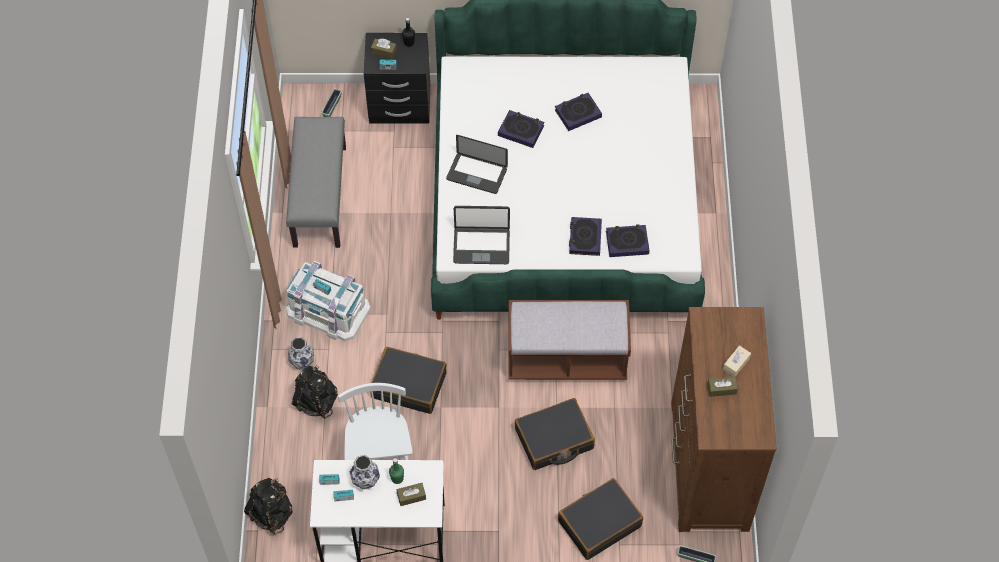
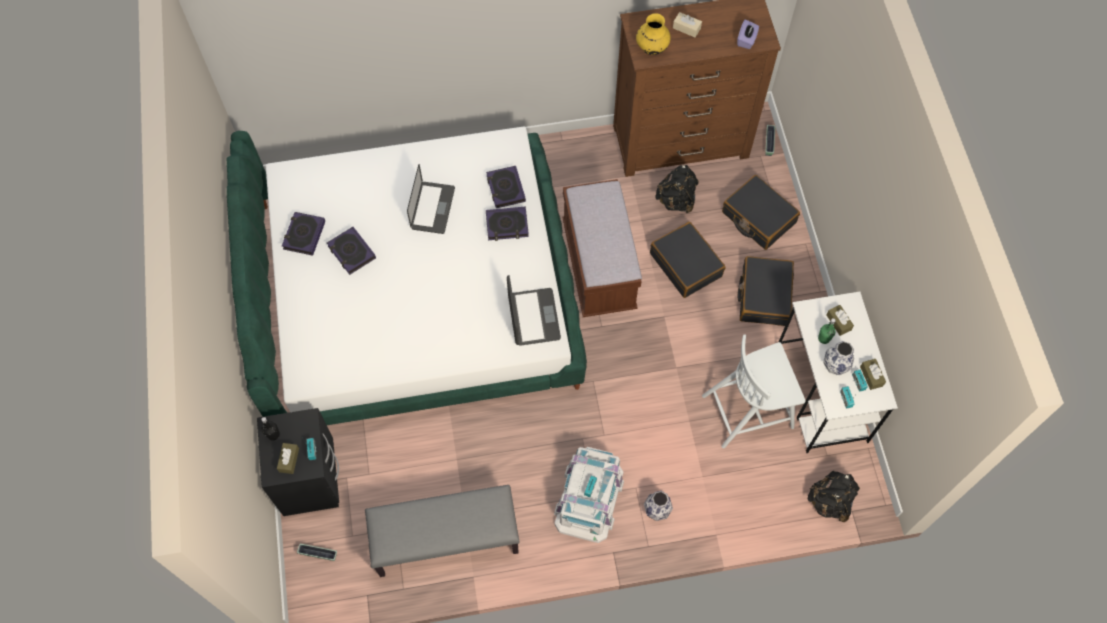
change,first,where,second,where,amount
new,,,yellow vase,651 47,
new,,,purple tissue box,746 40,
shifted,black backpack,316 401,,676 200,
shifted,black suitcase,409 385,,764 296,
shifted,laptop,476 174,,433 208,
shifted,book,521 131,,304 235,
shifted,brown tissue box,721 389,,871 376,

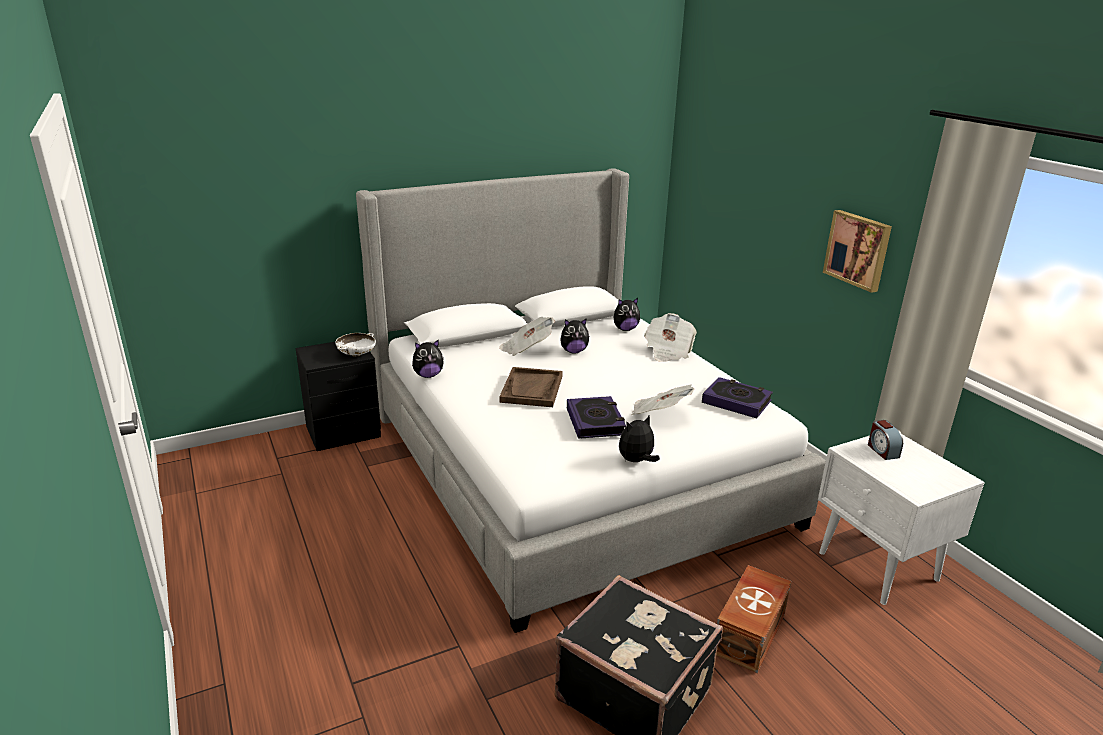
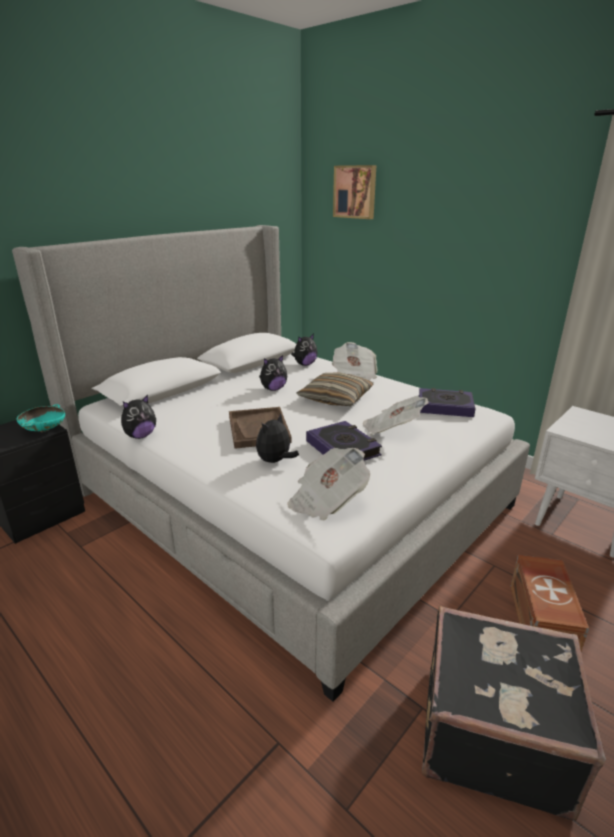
change,first,where,second,where,amount
gone,alarm clock,882 450,,,
new,,,pillow,336 398,
shifted,newspaper,526 349,,327 500,
shifted,plush toy,636 461,,275 461,
shifted,picture,858 250,,355 192,
repainted,white bowl,357 354,turquoise bowl,44 429,

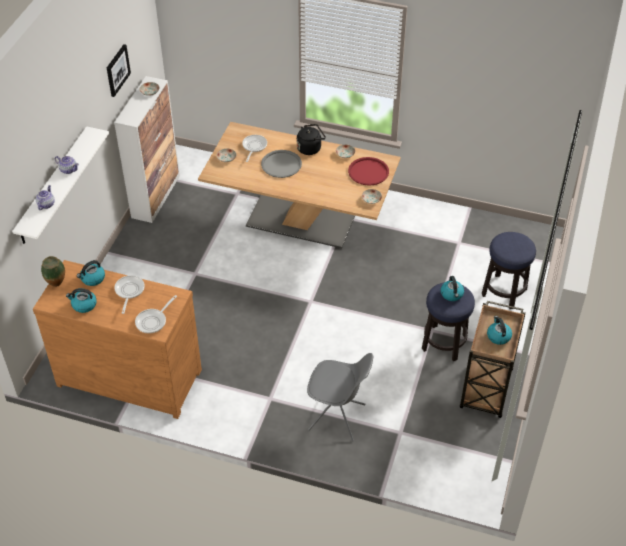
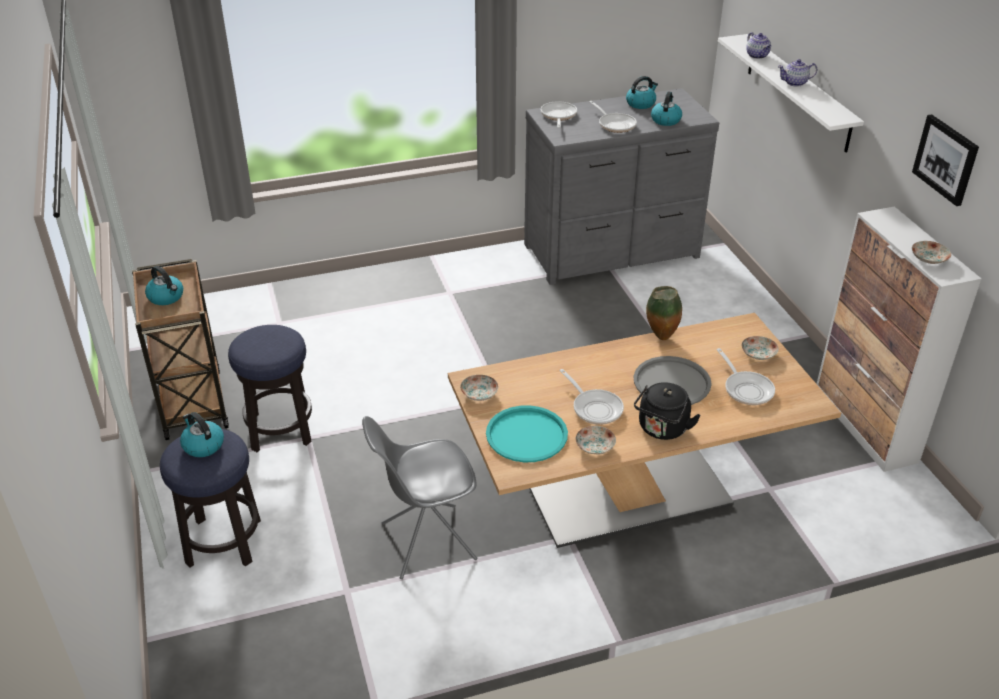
change,first,where,second,where,amount
new,,,frying pan,595 408,
shifted,vase,57 285,,660 337,
shifted,grey chair,338 418,,426 541,
shifted,kettle,452 294,,203 445,
repainted,brown dresser,130 375,grey dresser,613 252,
repainted,red tray,368 172,turquoise tray,526 435,

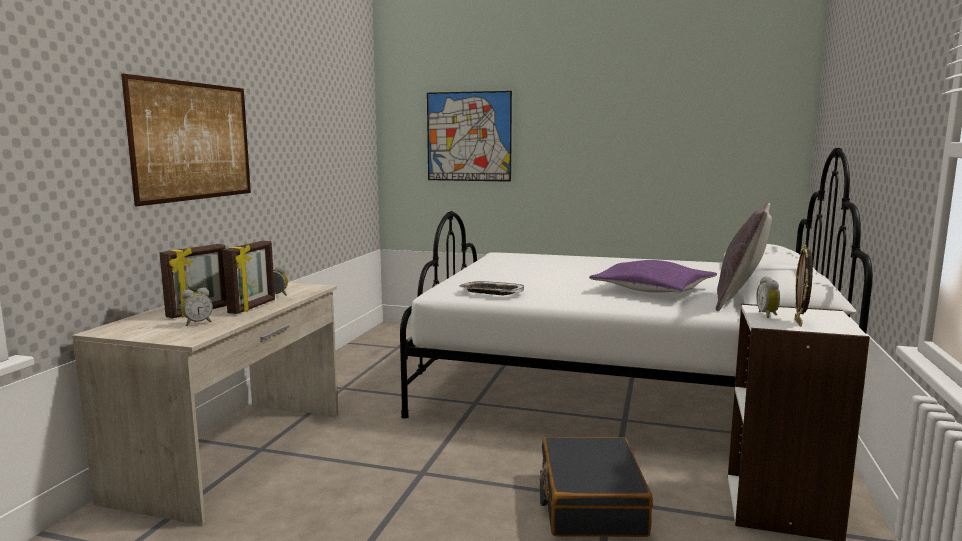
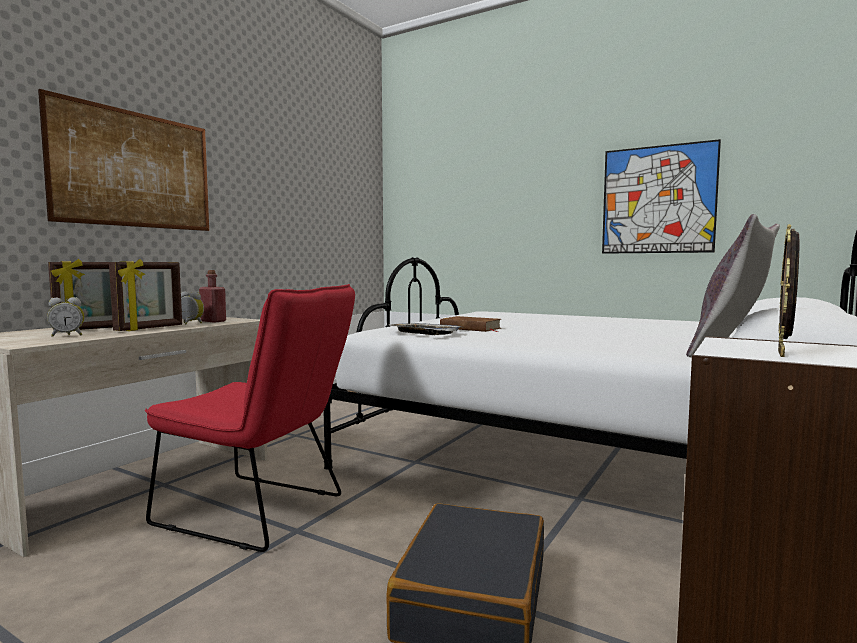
change,first,where,second,where,amount
gone,purple pillow,653 290,,,
gone,alarm clock,768 315,,,
new,,,red chair,260 512,
new,,,red bottle,213 321,
new,,,brown book,470 328,
shifted,picture,469 136,,658 200,

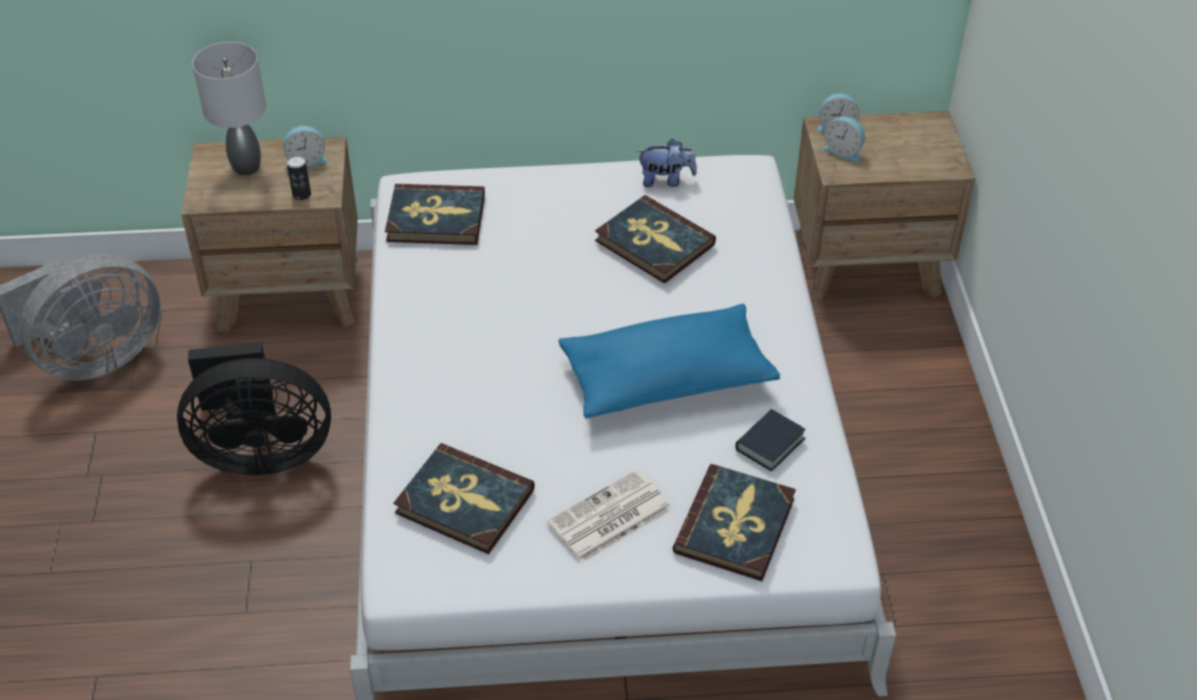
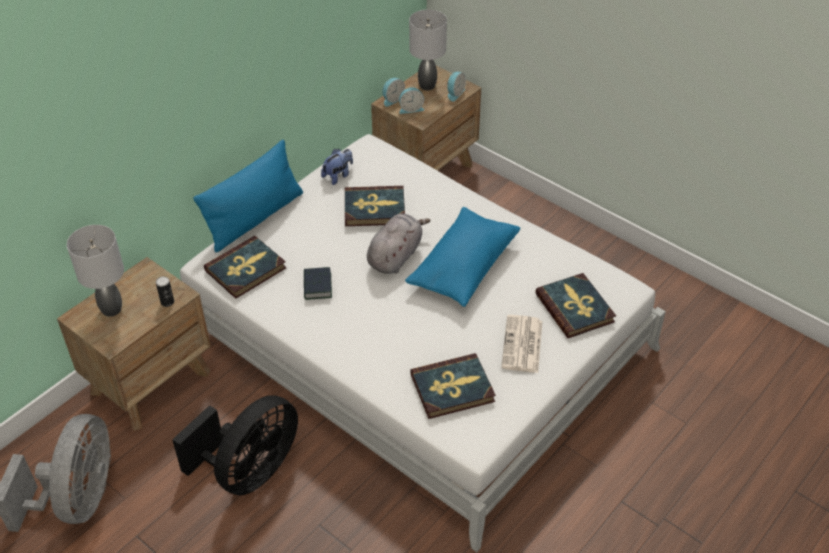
change,first,where,second,where,amount
new,,,blue pillow,255 218,
new,,,grey plush toy,395 256,
new,,,grey table lamp,427 85,
shifted,alarm clock,306 160,,454 93,
shifted,book,769 444,,317 286,

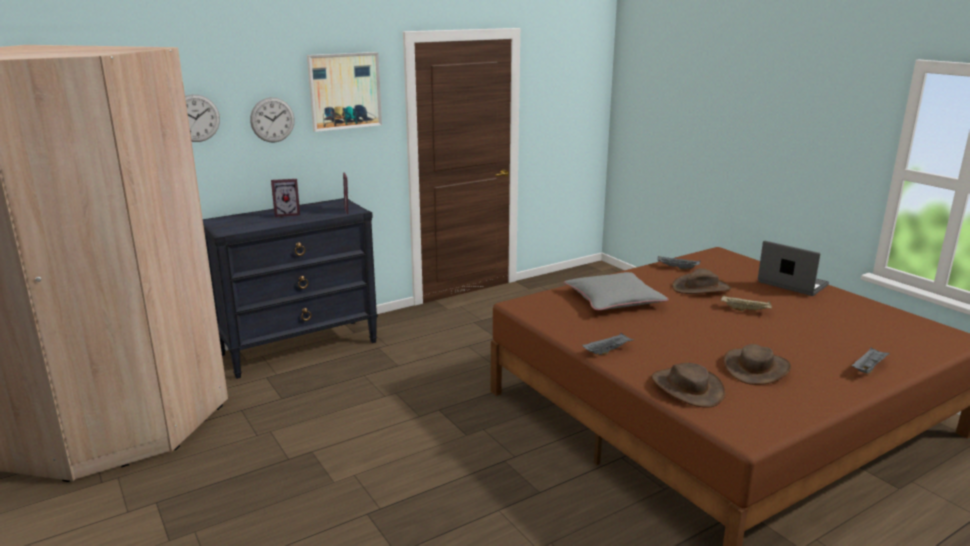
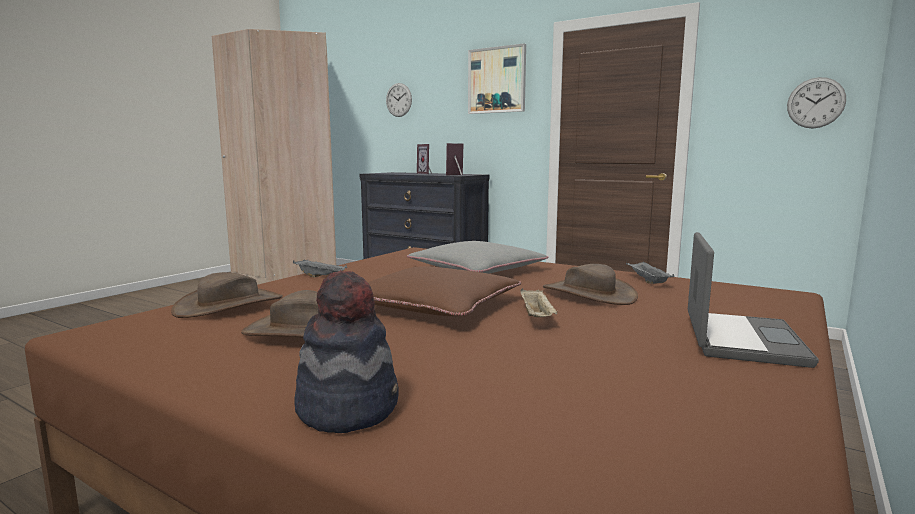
change,first,where,second,where,amount
new,,,brown pillow,434 305,
shifted,wall clock,272 120,,815 103,
swapped,grey tray,868 368,hat,348 408,

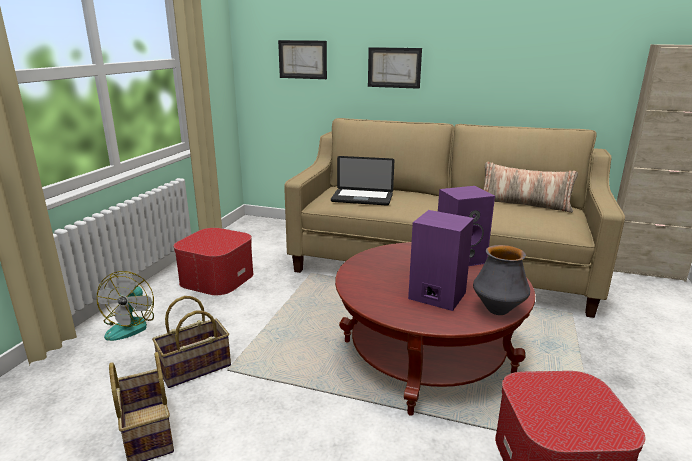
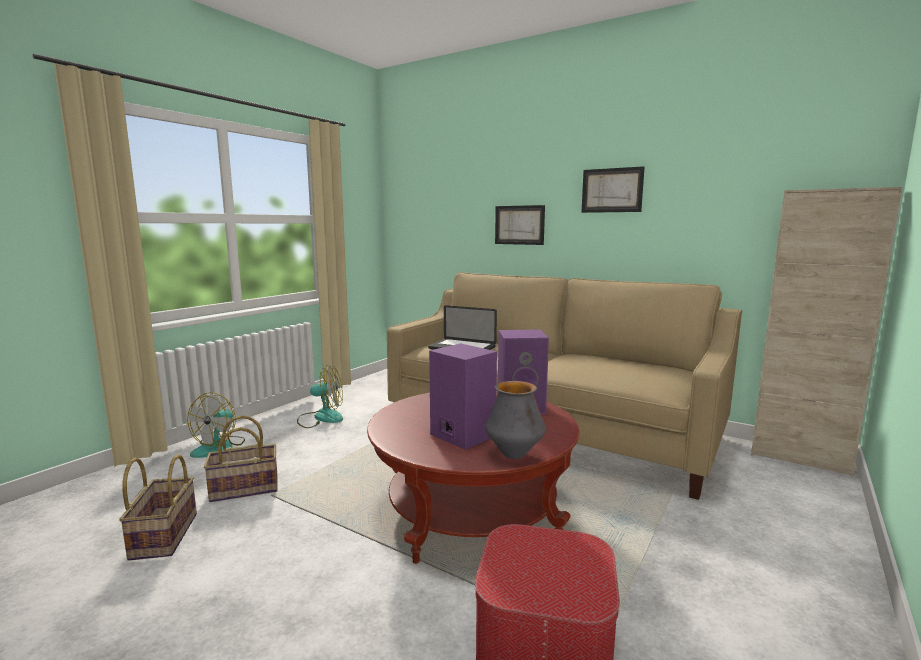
change,first,where,second,where,amount
gone,pillow,524 204,,,
shifted,picture,302 59,,612 190,
swapped,ottoman,217 278,fan,321 418,

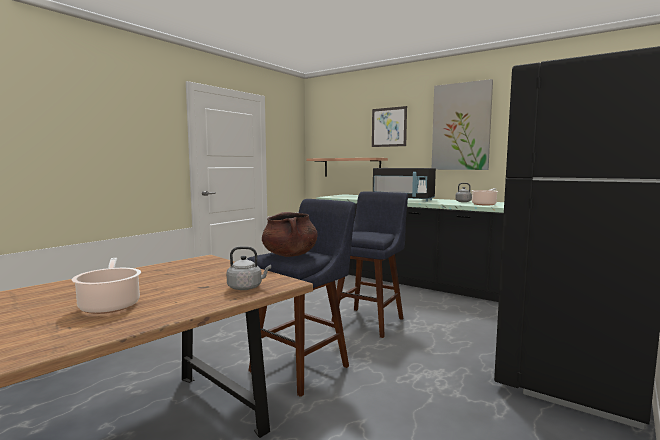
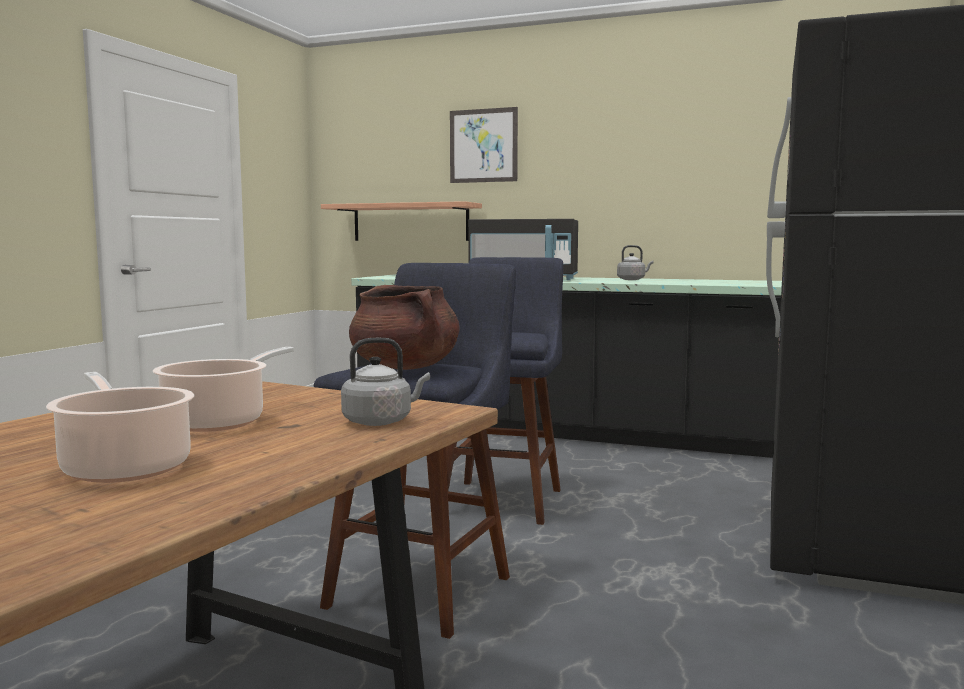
change,first,where,second,where,amount
gone,picture,461 127,,,
shifted,cooking pot,484 204,,219 421,

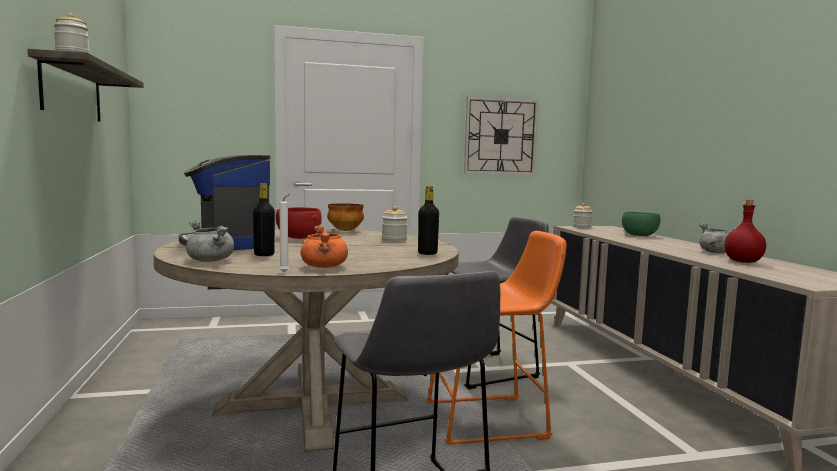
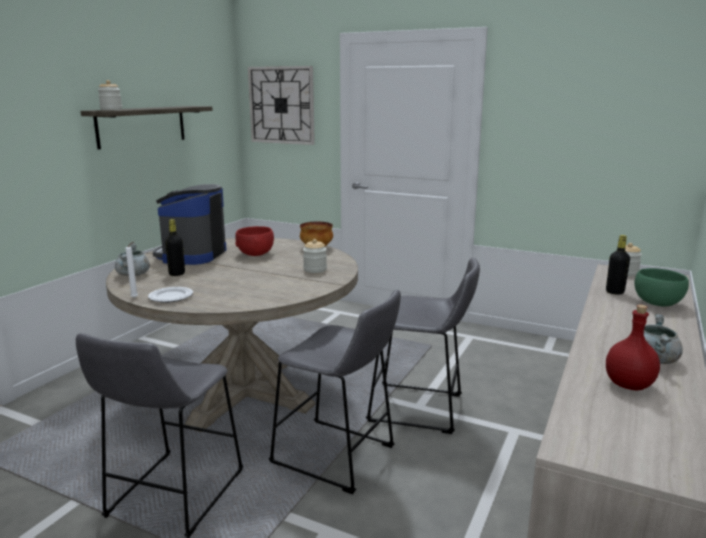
change,first,where,second,where,amount
shifted,black bottle,427 253,,614 292,
shifted,wall clock,500 136,,281 105,
swapped,orange cooking pot,324 267,plate,171 297,
repainted,orange stool,493 420,grey stool,338 457,

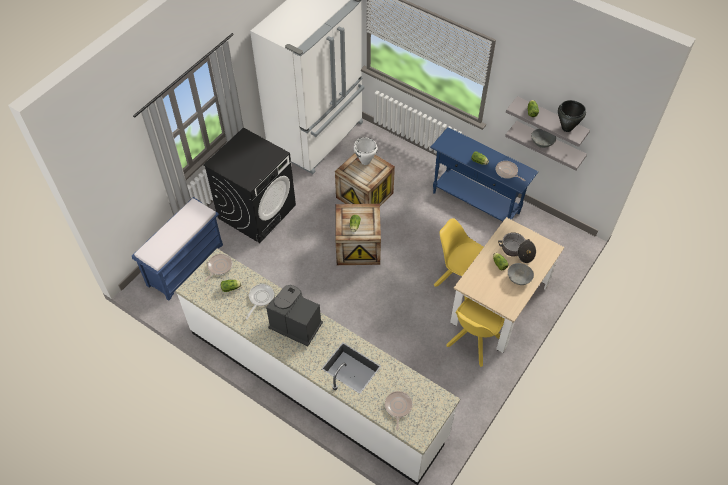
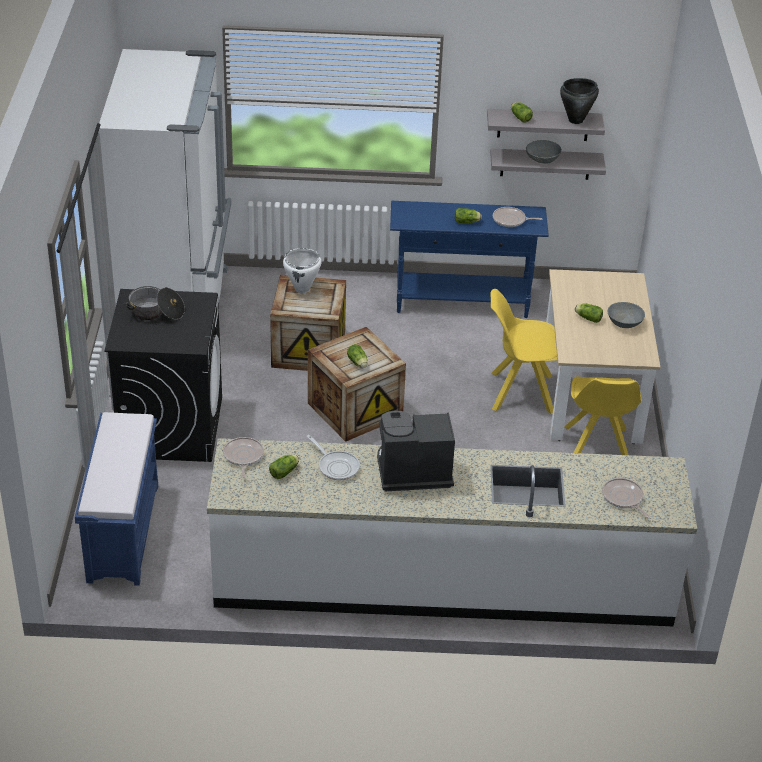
change,first,where,second,where,amount
shifted,cooking pot,517 251,,156 312,
rotated,frying pan,260 298,,336 466,150 degrees clockwise

